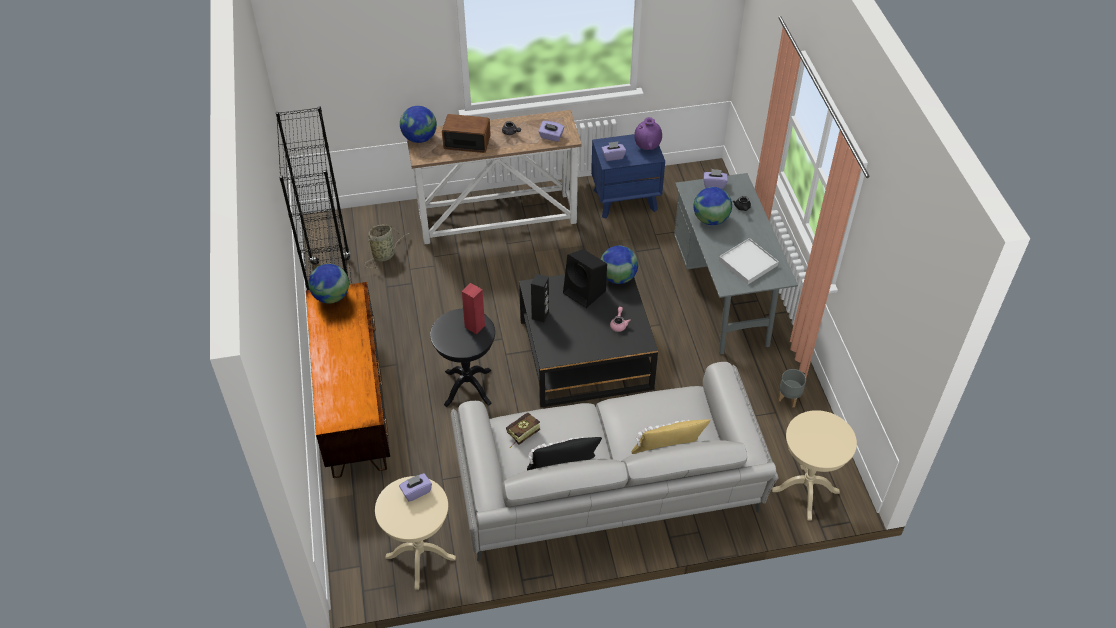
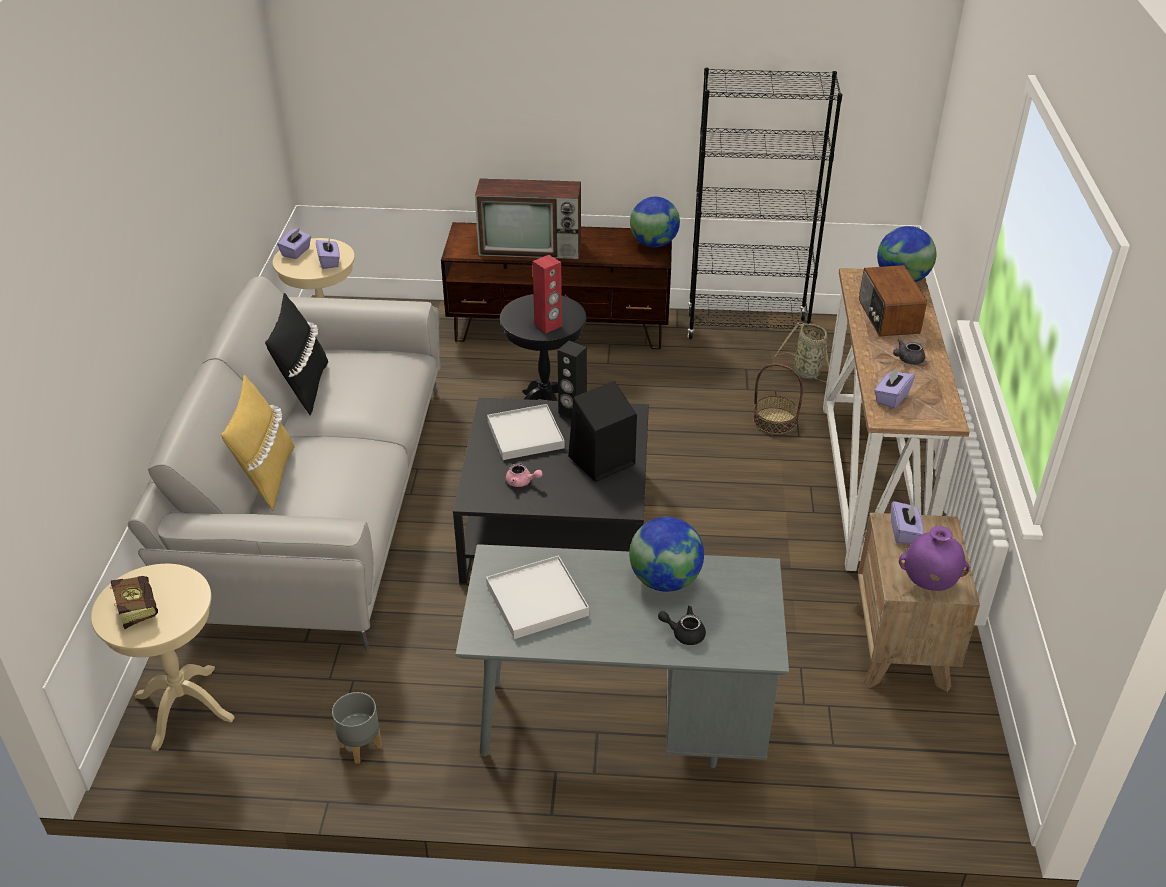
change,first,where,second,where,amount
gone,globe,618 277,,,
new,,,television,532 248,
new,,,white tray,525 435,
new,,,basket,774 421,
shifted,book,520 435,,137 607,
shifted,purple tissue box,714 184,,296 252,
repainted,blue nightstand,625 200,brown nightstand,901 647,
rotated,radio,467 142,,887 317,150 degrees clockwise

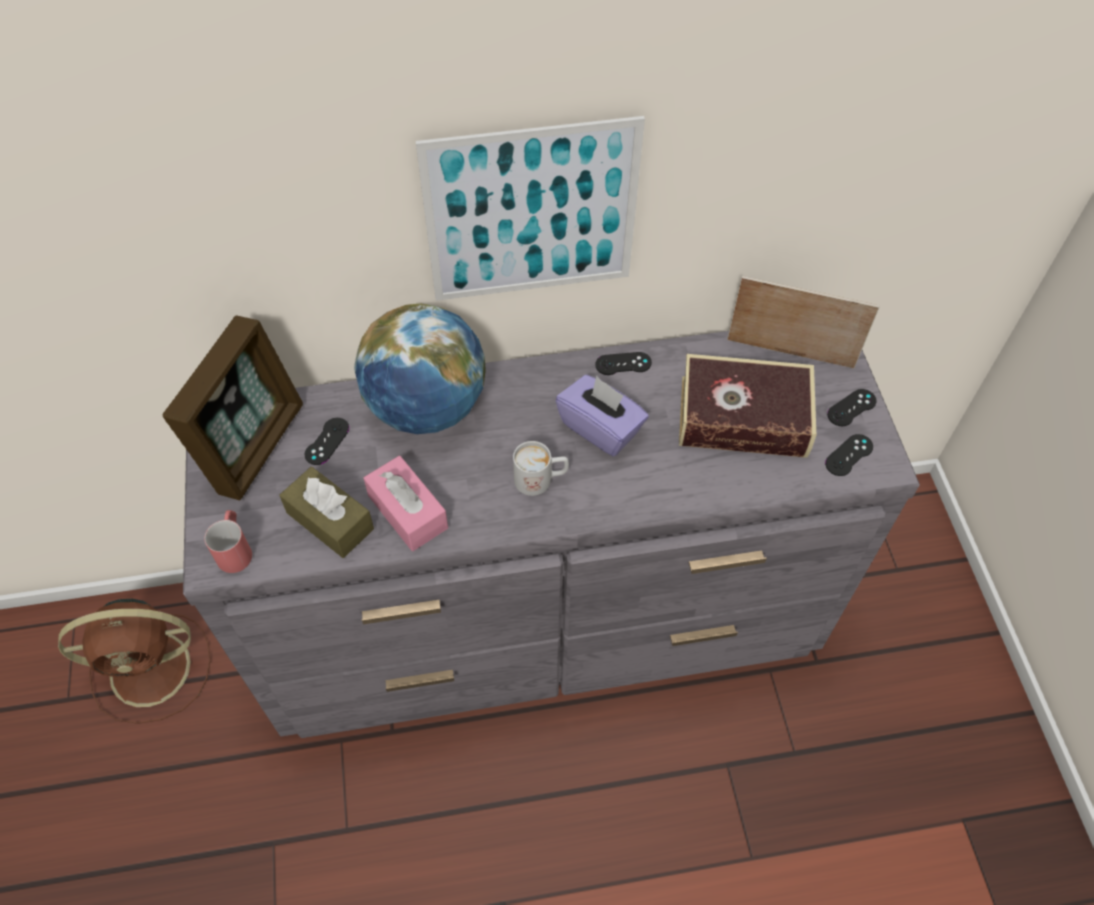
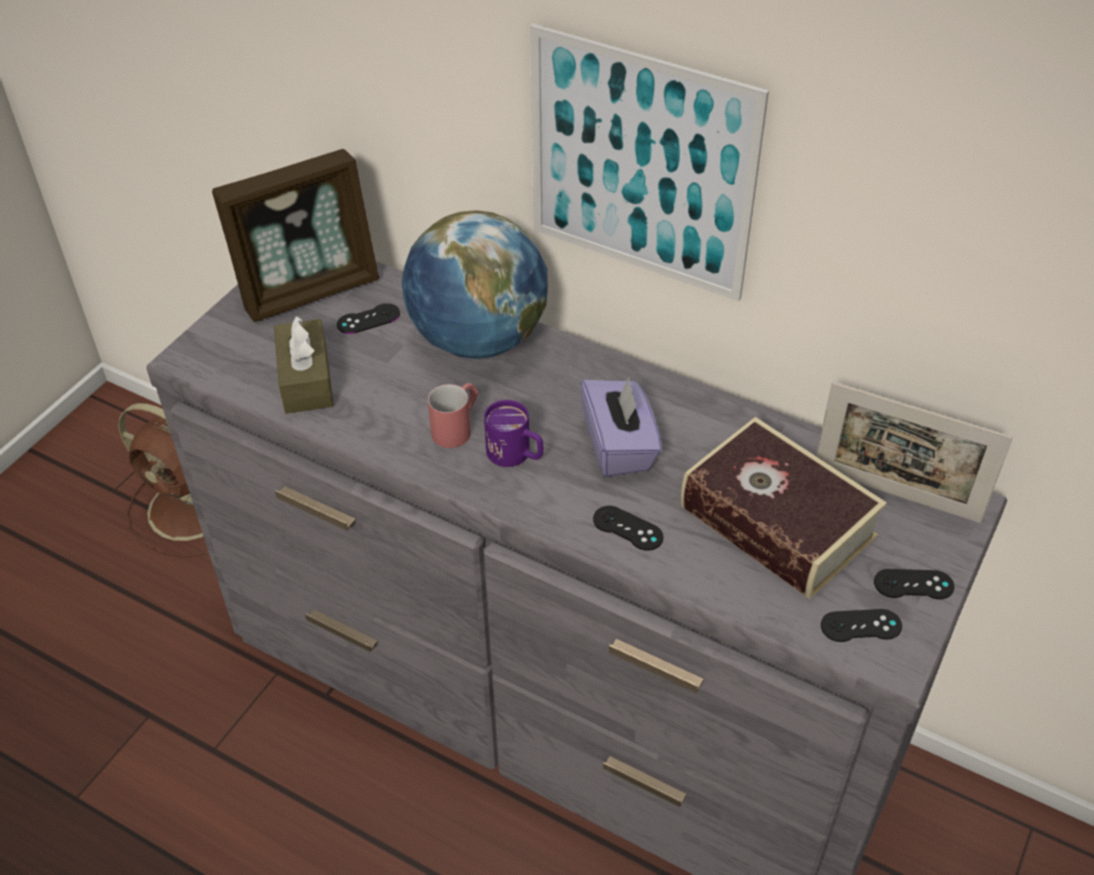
change,first,where,second,where,amount
gone,pink tissue box,407 512,,,
shifted,red mug,235 548,,457 427,
shifted,black game controller,623 364,,627 528,
repainted,white mug,541 479,purple mug,516 455,
rotated,picture frame,790 353,,895 494,150 degrees clockwise

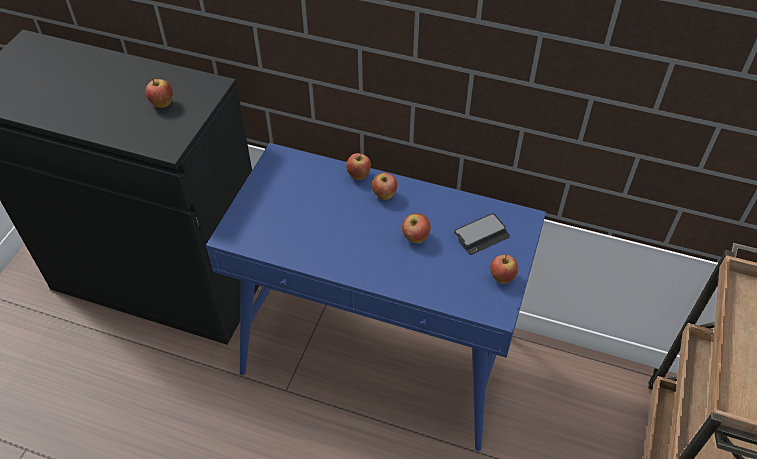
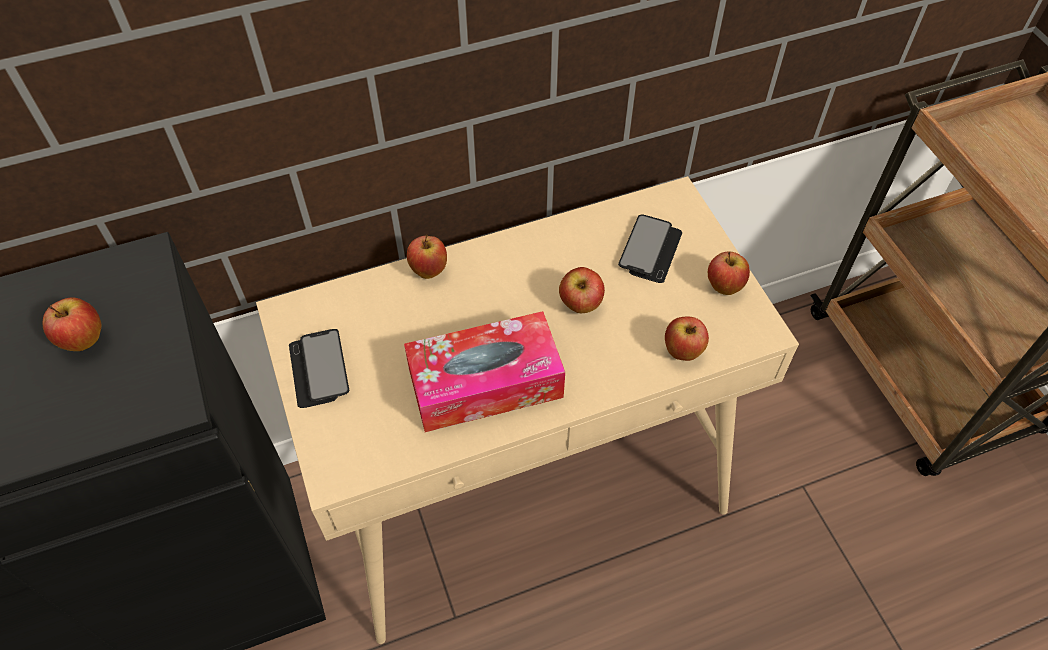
change,first,where,second,where,amount
new,,,phone,319 369,
new,,,tissue box,485 383,
shifted,apple,384 195,,682 352,
repainted,blue console table,380 354,beige console table,525 486,

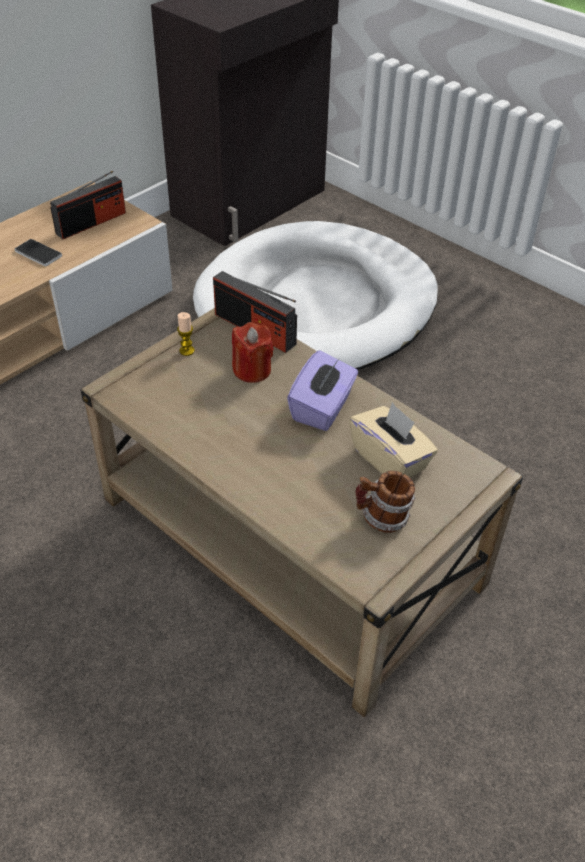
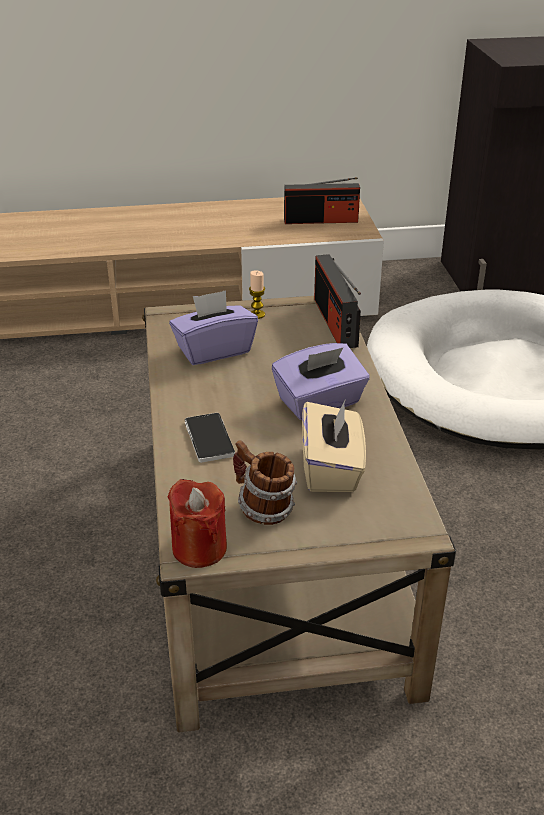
change,first,where,second,where,amount
new,,,purple tissue box,214 350,
shifted,phone,38 254,,209 439,
shifted,red candle,252 370,,199 548,

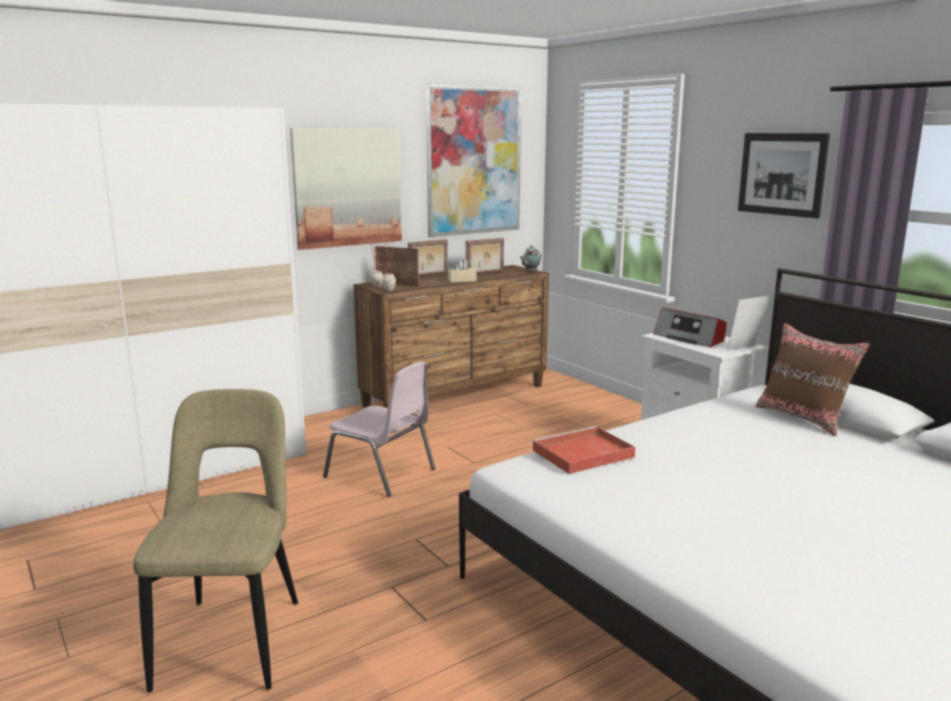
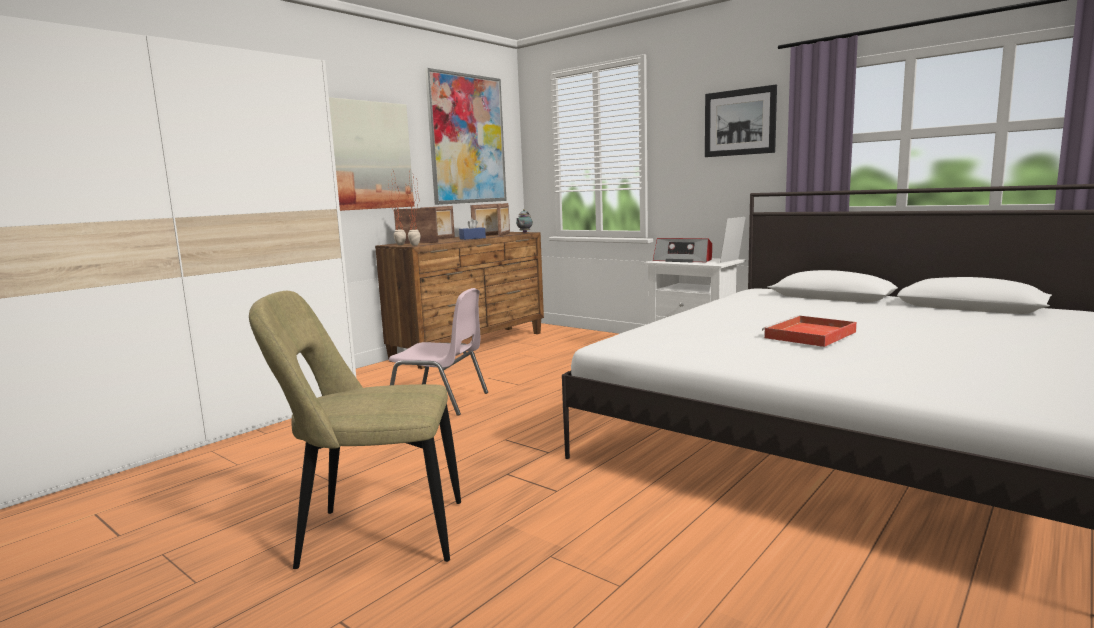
change,first,where,second,where,amount
gone,brown pillow,803 418,,,
new,,,picture frame,504 234,
shifted,red tray,581 454,,809 335,
repainted,beige tissue box,462 280,blue tissue box,472 238,
rotated,beige chair,233 638,,374 535,75 degrees counterclockwise

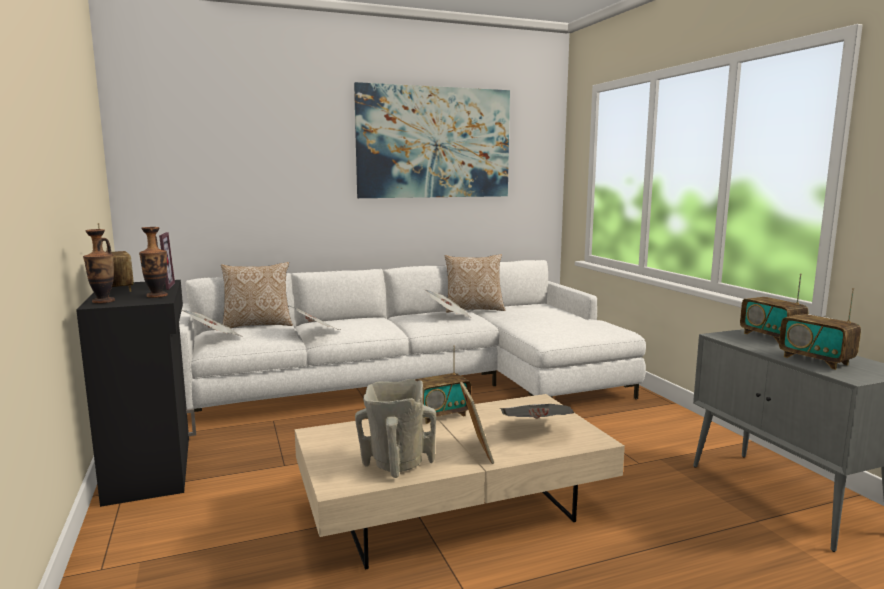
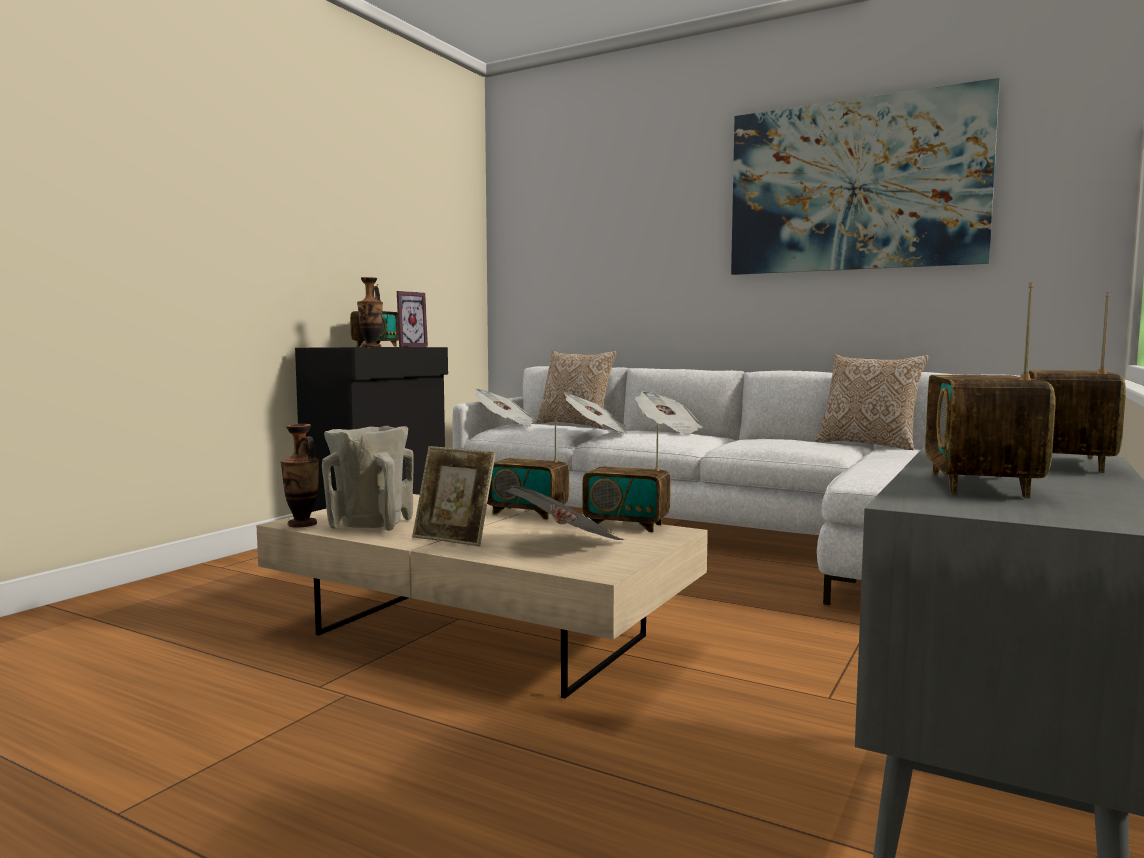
change,first,where,second,where,amount
new,,,radio,626 525,
shifted,vase,103 301,,302 524,
shifted,newspaper,449 316,,668 431,
rotated,picture frame,476 451,,454 539,75 degrees clockwise

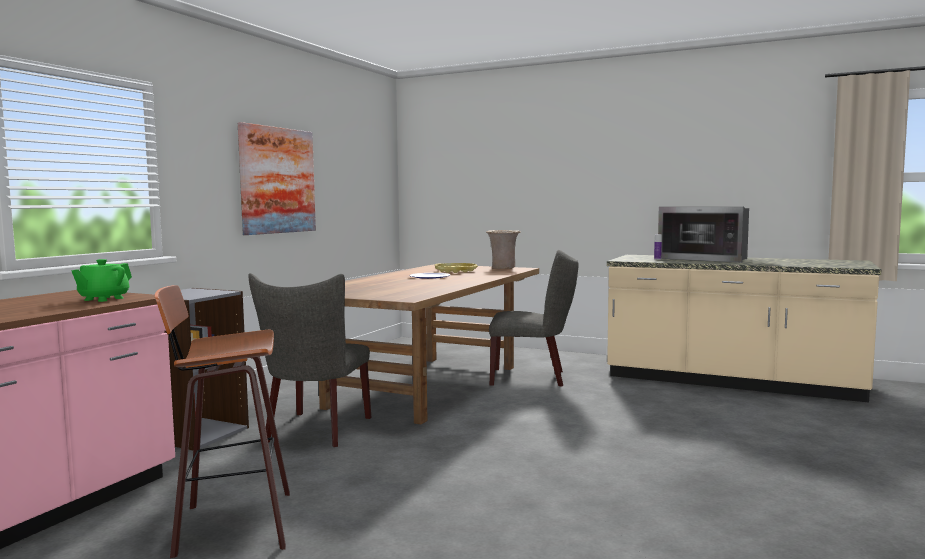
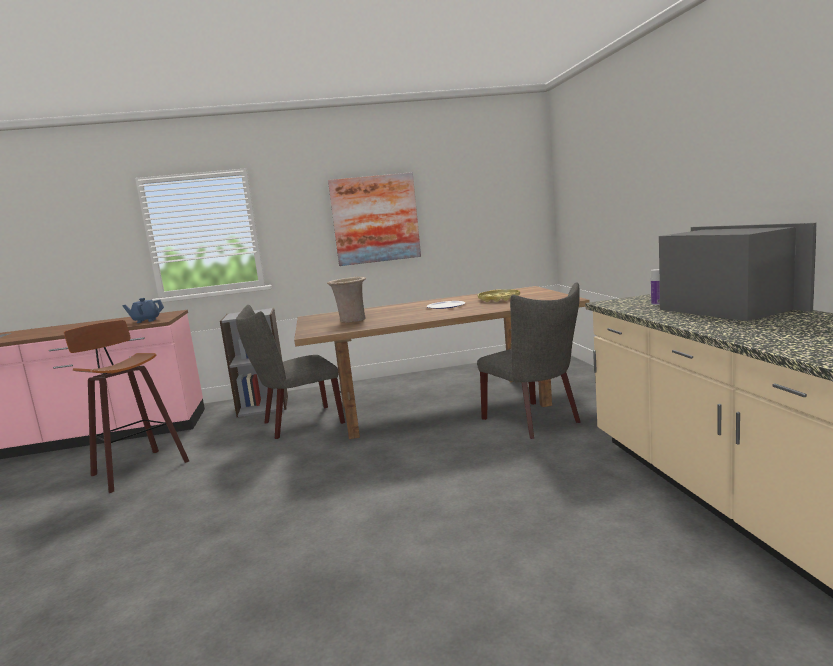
change,first,where,second,where,amount
shifted,beige vase,504 268,,351 321,
repainted,green teapot,103 299,blue teapot,146 321,
rotated,microwave,706 259,,724 309,150 degrees clockwise

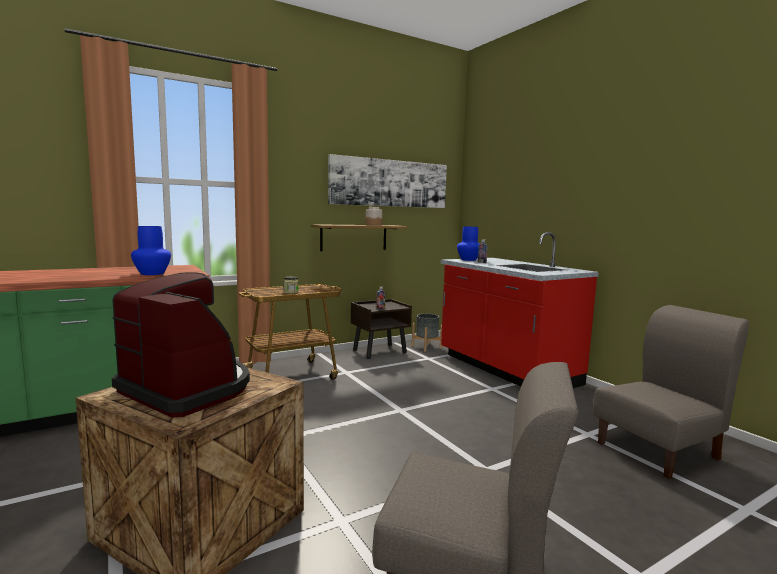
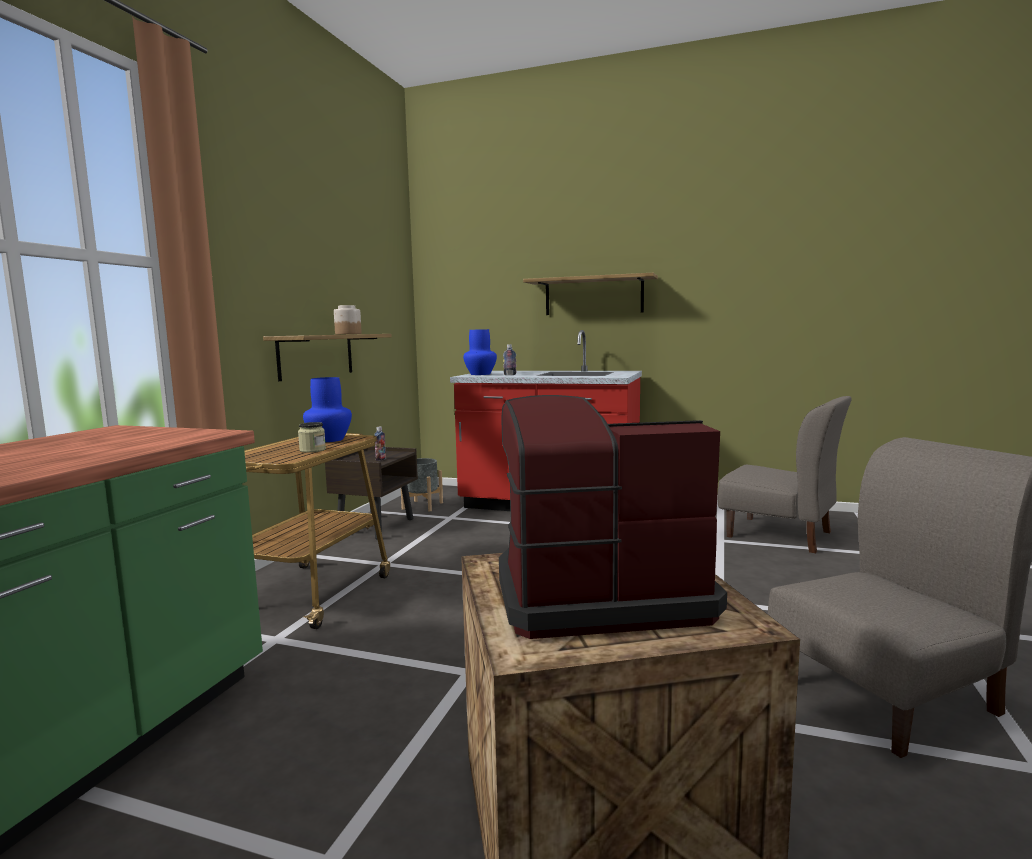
change,first,where,second,where,amount
gone,picture,390 183,,,
new,,,shelf,593 296,
shifted,blue vase,153 273,,329 439,
rotated,grey chair,659 450,,779 534,105 degrees clockwise

